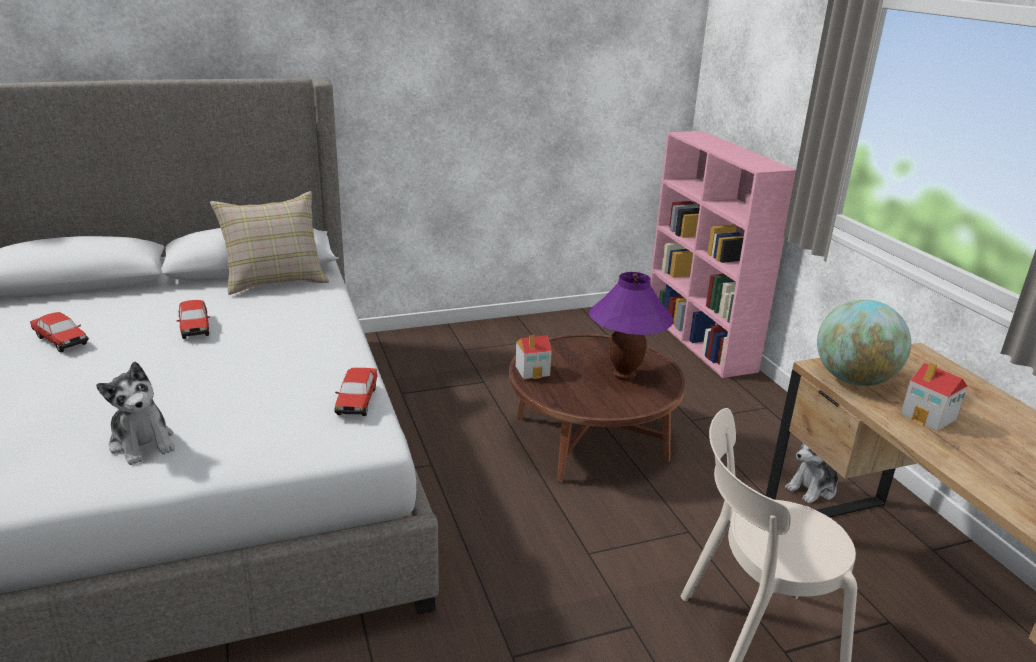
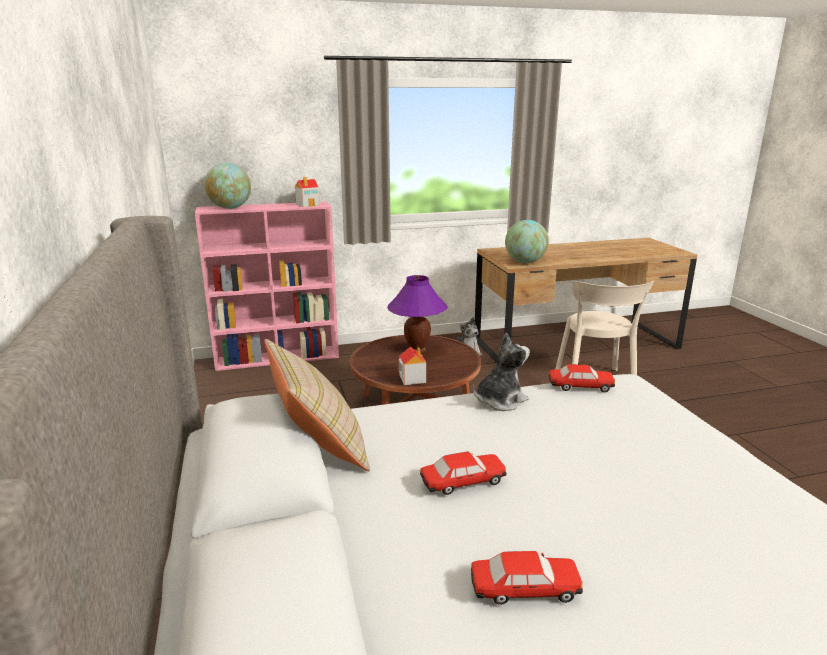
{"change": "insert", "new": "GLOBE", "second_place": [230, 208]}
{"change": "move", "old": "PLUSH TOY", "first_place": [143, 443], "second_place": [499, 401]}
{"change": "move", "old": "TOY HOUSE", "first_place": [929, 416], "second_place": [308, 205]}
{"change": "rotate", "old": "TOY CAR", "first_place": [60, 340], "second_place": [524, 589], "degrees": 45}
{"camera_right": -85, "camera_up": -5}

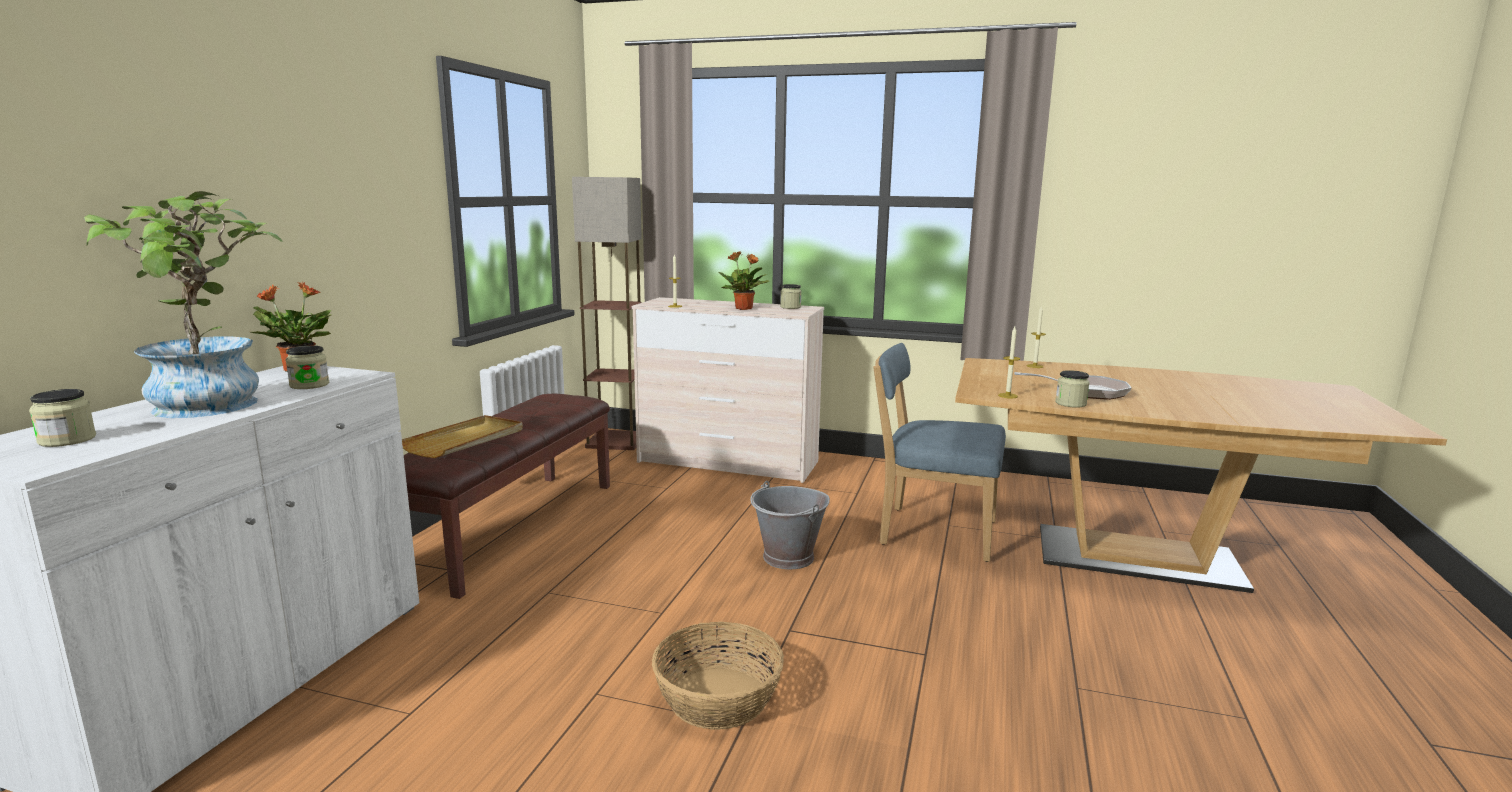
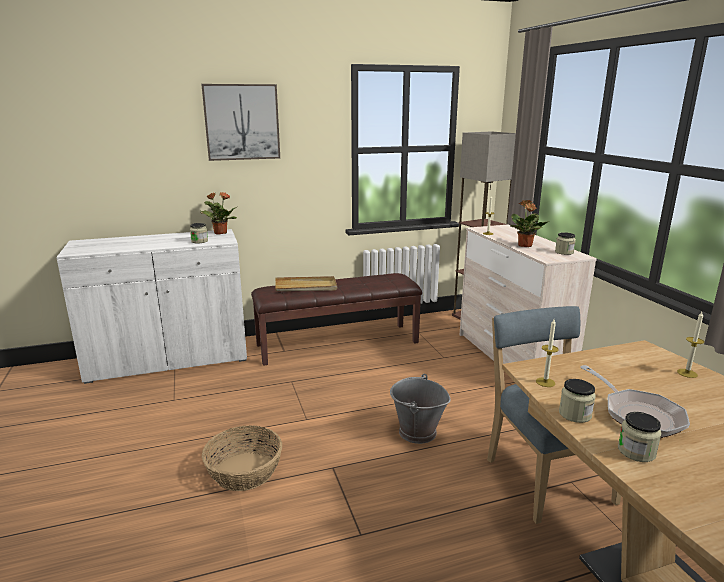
{"change": "delete", "old": "POTTED PLANT", "first_place": [210, 408]}
{"change": "insert", "new": "PICTURE", "second_place": [242, 122]}
{"change": "move", "old": "JAR", "first_place": [67, 440], "second_place": [636, 451]}
{"camera_right": 55, "camera_up": 5}

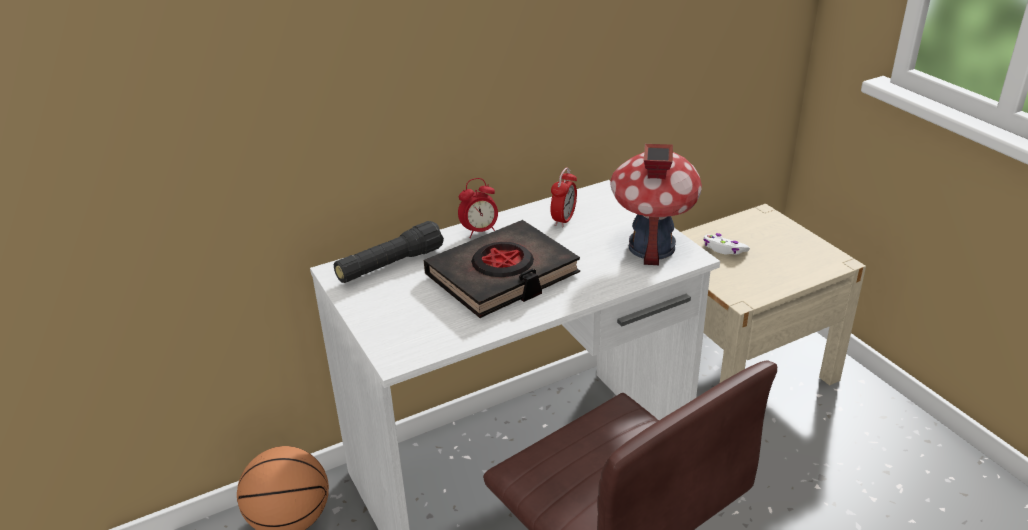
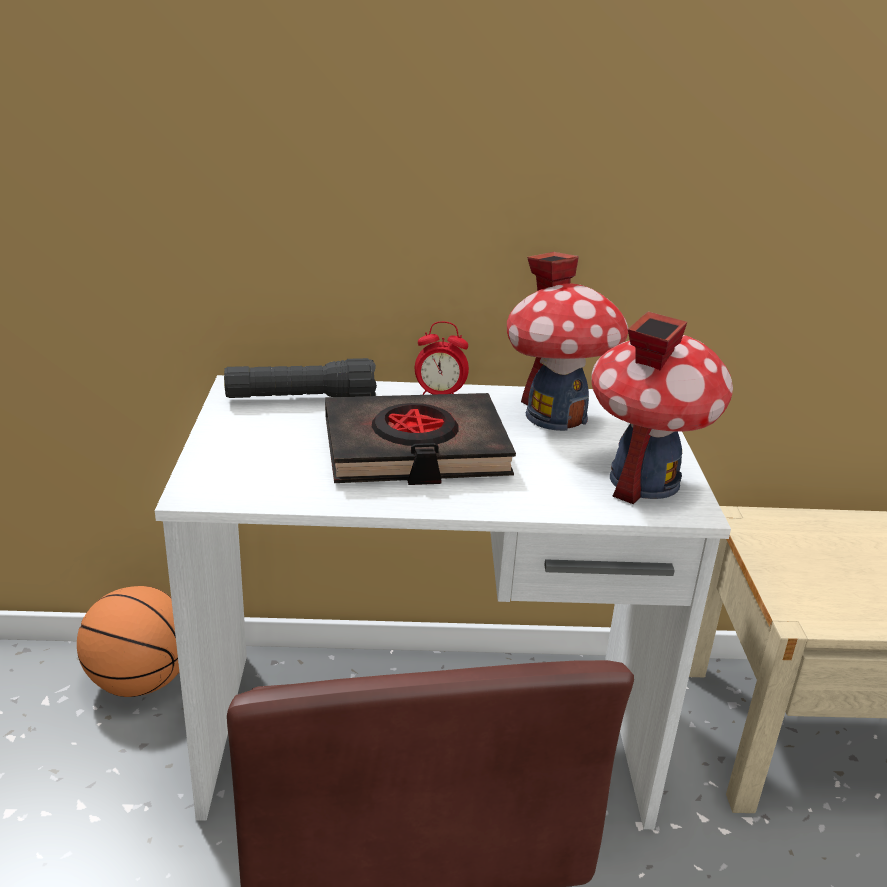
{"change": "delete", "old": "WHITE GAME CONTROLLER", "first_place": [724, 249]}
{"change": "replace", "old": "ALARM CLOCK", "new": "TOY HOUSE", "first_place": [563, 220], "second_place": [556, 415]}
{"camera_right": 25, "camera_up": -5}

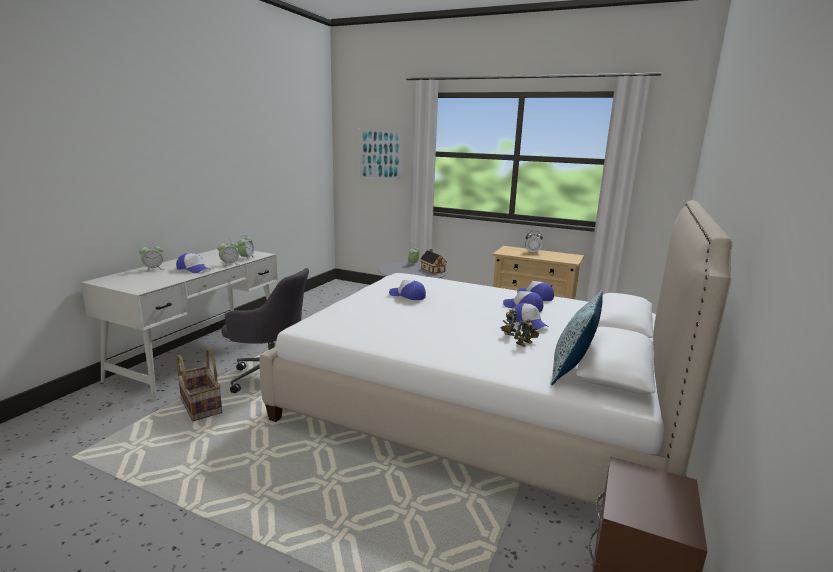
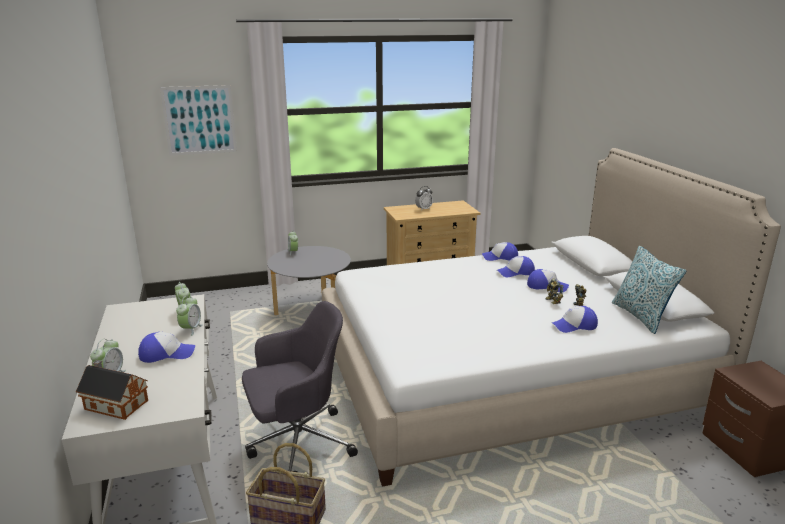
{"change": "move", "old": "CAP", "first_place": [407, 296], "second_place": [574, 326]}
{"change": "move", "old": "TOY HOUSE", "first_place": [432, 269], "second_place": [115, 404]}
{"camera_right": -40, "camera_up": 5}

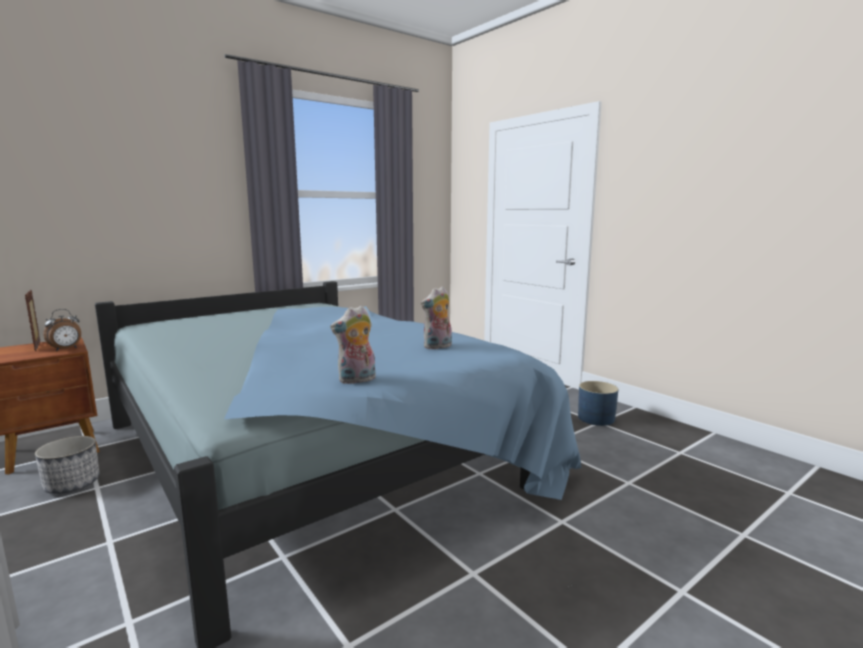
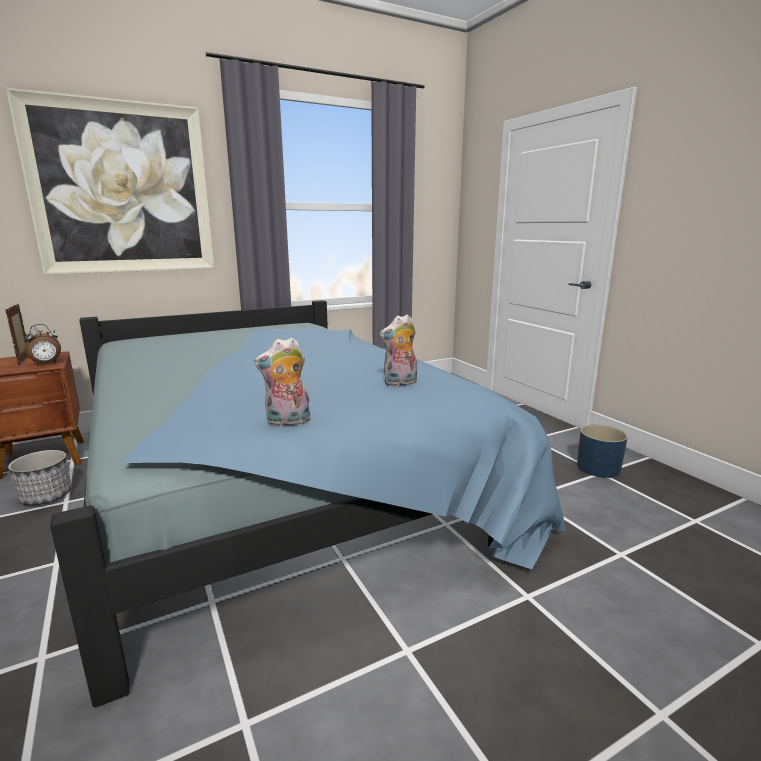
{"change": "insert", "new": "PICTURE", "second_place": [122, 189]}
{"camera_right": 10, "camera_up": 5}

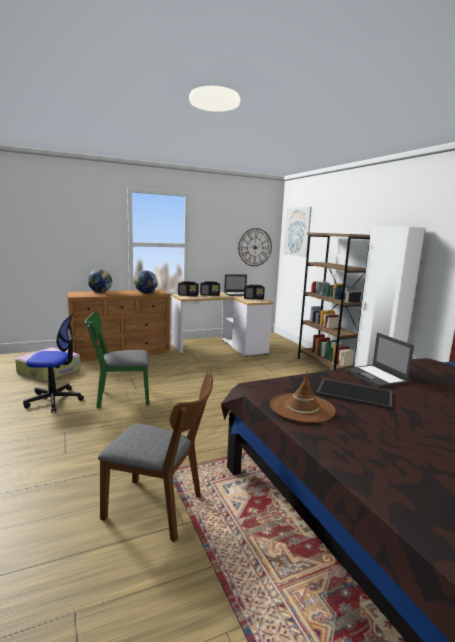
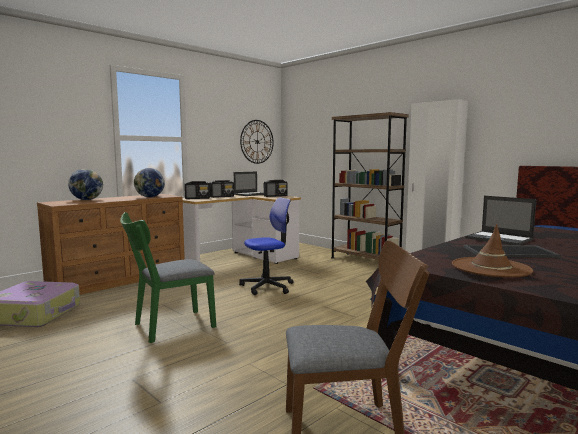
{"change": "delete", "old": "PICTURE", "first_place": [297, 231]}
{"change": "move", "old": "OFFICE CHAIR", "first_place": [54, 400], "second_place": [267, 287]}
{"camera_right": -20, "camera_up": -5}

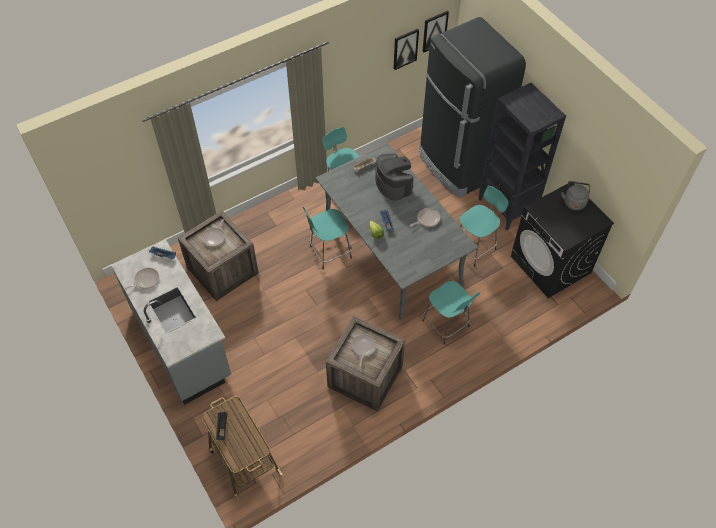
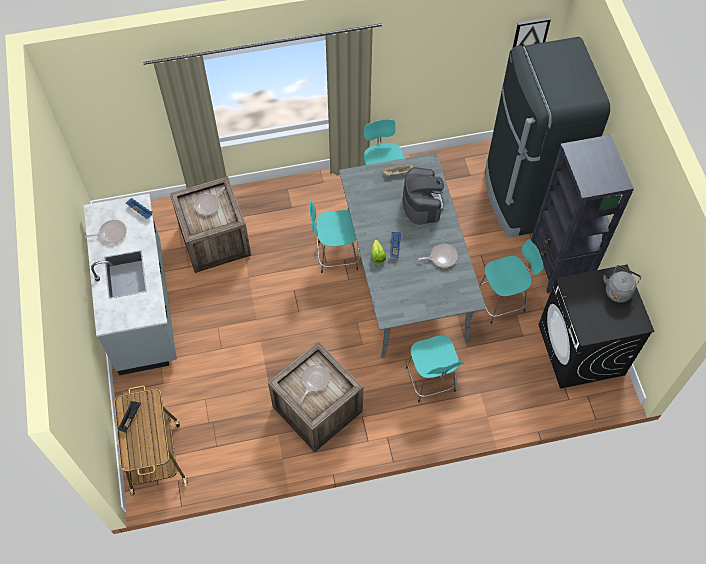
{"change": "delete", "old": "PICTURE", "first_place": [405, 48]}
{"camera_right": 20, "camera_up": 5}

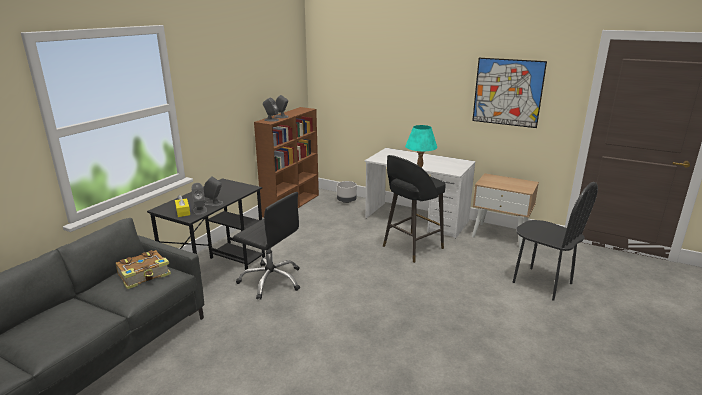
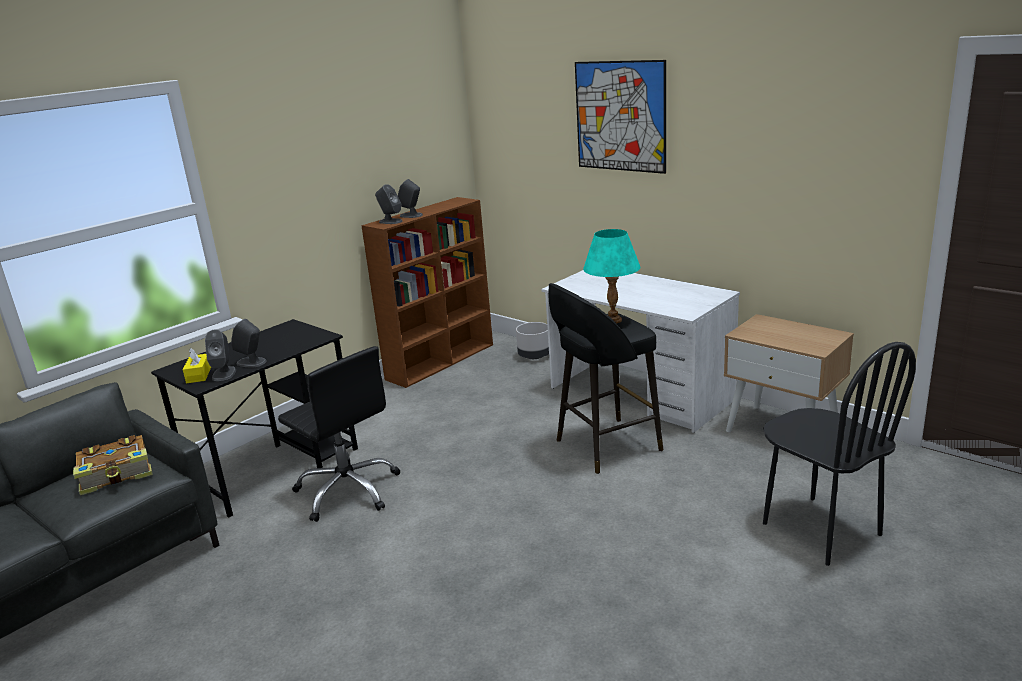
{"change": "move", "old": "PICTURE", "first_place": [507, 92], "second_place": [620, 116]}
{"camera_right": 15, "camera_up": 0}

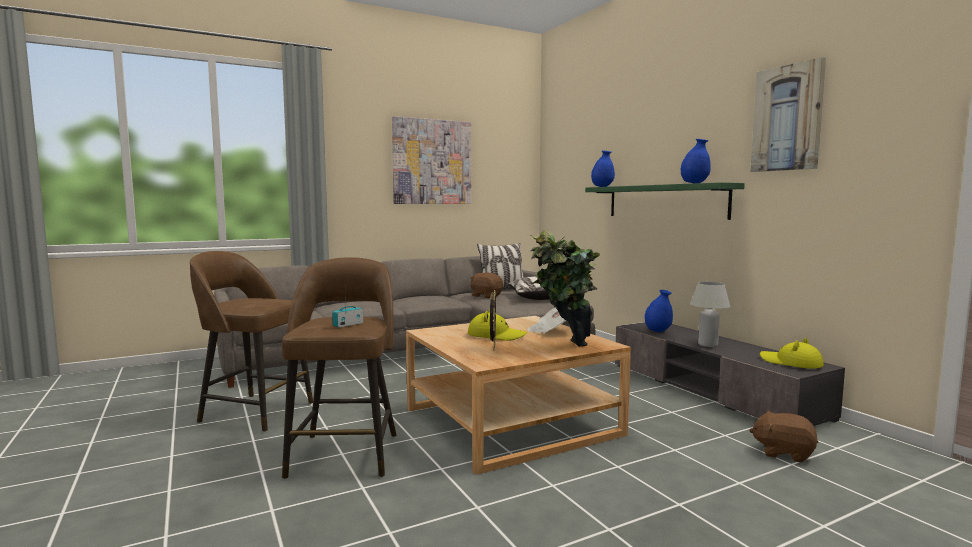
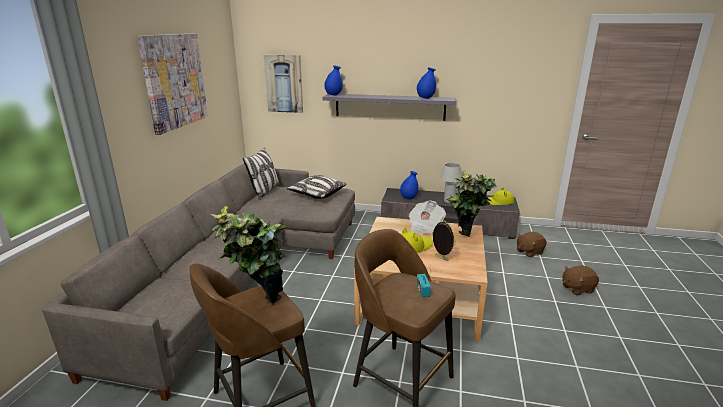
{"change": "insert", "new": "POTTED PLANT", "second_place": [259, 308]}
{"change": "move", "old": "BROWN PLUSH TOY", "first_place": [486, 296], "second_place": [577, 288]}
{"change": "move", "old": "PICTURE", "first_place": [787, 118], "second_place": [284, 83]}
{"change": "recolor", "old": "GREEN SHELF", "new": "GREY SHELF", "first_place": [664, 201], "second_place": [389, 106]}
{"camera_right": -50, "camera_up": 15}

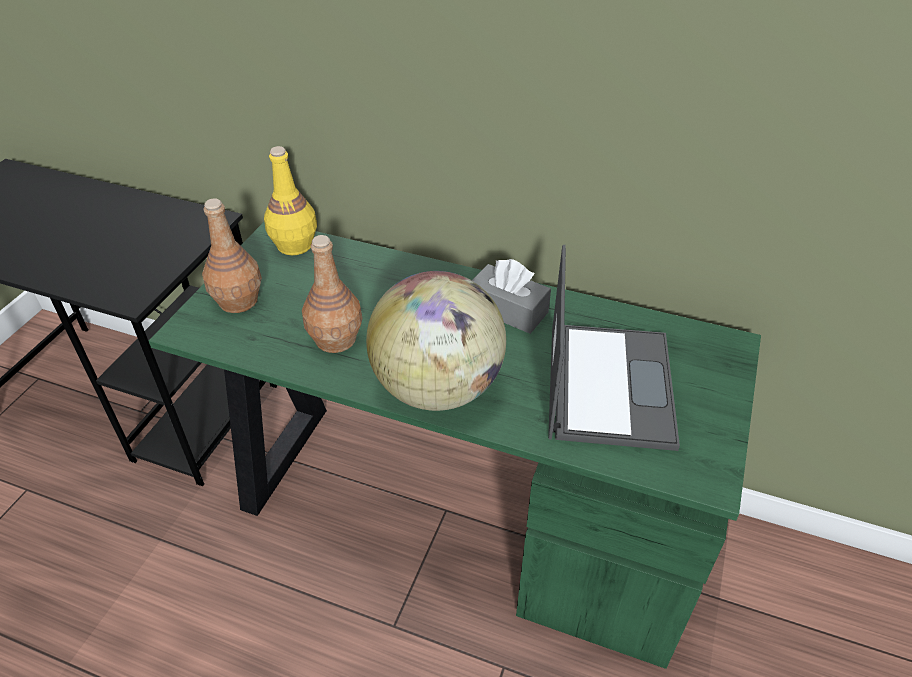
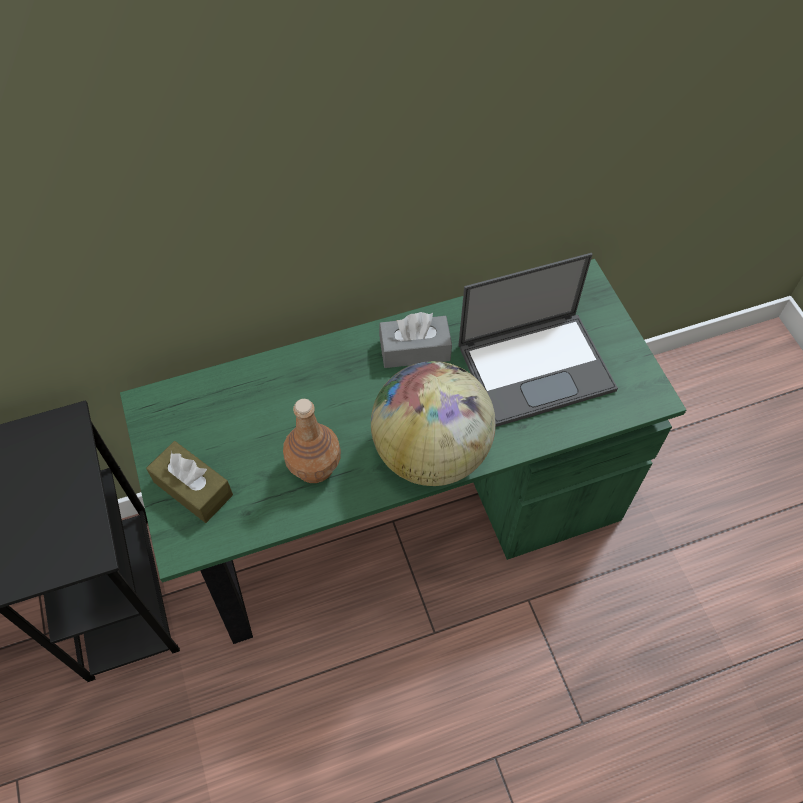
{"change": "delete", "old": "YELLOW BOTTLE", "first_place": [294, 245]}
{"change": "replace", "old": "BROWN BOTTLE", "new": "BROWN TISSUE BOX", "first_place": [237, 300], "second_place": [193, 488]}
{"change": "rotate", "old": "LAPTOP", "first_place": [608, 383], "second_place": [537, 366], "degrees": 105}
{"camera_right": -40, "camera_up": 15}

